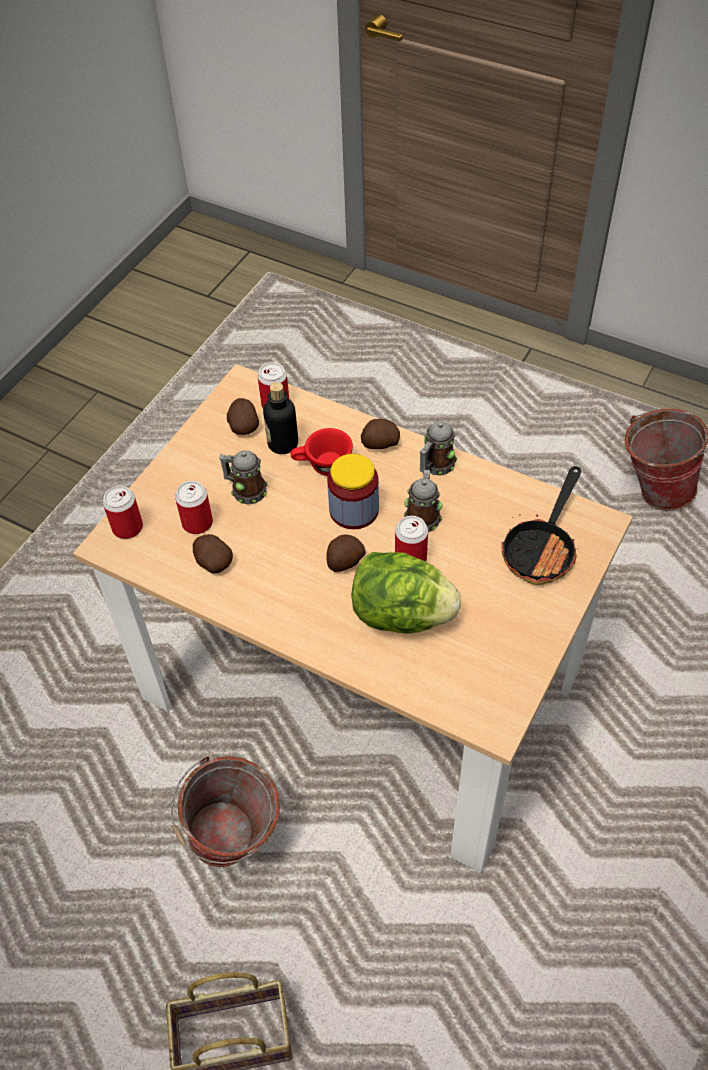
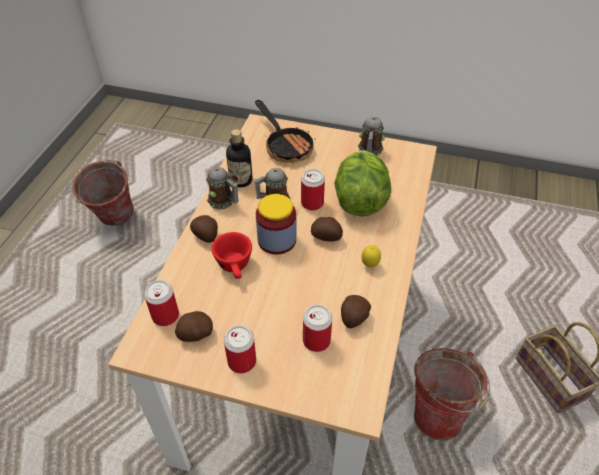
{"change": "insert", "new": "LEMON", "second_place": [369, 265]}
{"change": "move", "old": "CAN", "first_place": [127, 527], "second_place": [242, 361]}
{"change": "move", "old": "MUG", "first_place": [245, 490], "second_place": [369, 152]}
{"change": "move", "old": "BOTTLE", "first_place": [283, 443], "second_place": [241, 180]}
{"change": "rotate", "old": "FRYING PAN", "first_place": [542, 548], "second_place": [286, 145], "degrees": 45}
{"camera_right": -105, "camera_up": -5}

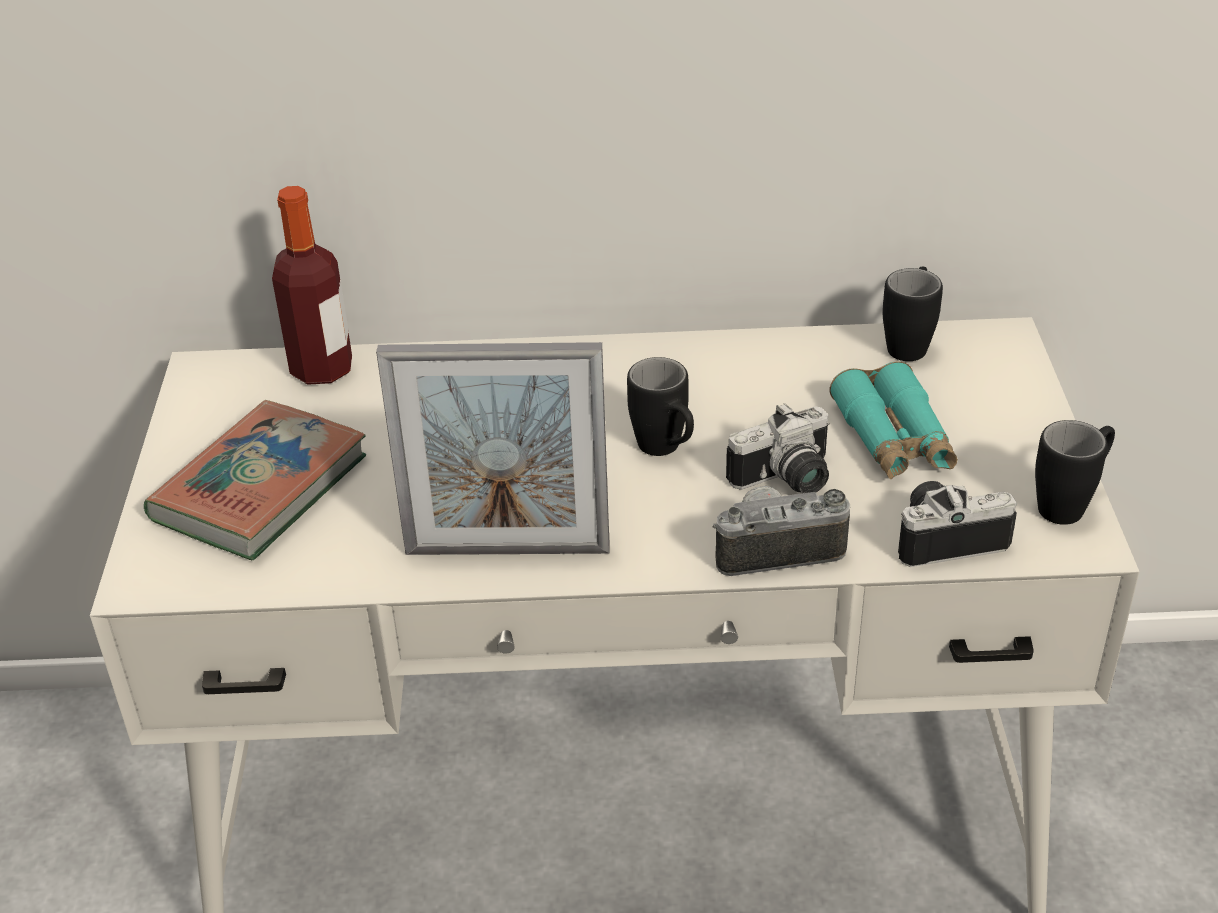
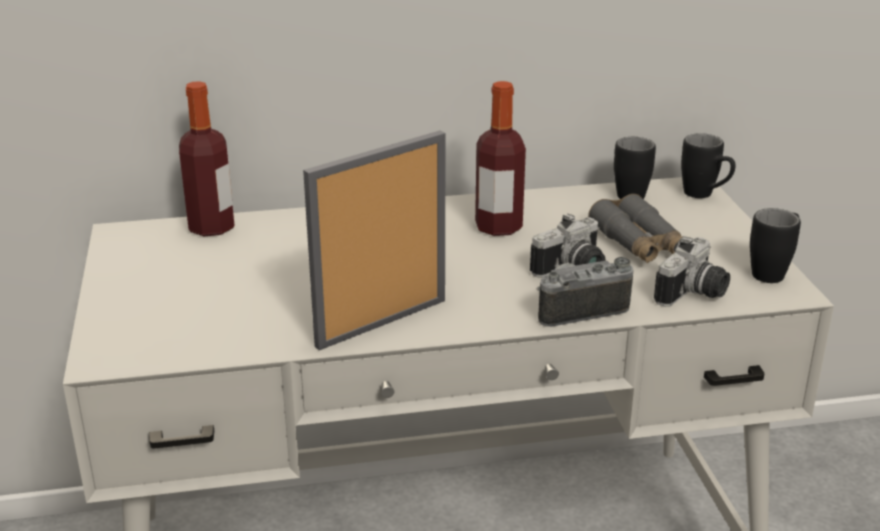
{"change": "delete", "old": "BOOK", "first_place": [260, 489]}
{"change": "insert", "new": "BOTTLE", "second_place": [498, 227]}
{"change": "move", "old": "BLACK MUG", "first_place": [666, 451], "second_place": [705, 195]}
{"change": "recolor", "old": "TURQUOISE BINOCULARS", "new": "GREY BINOCULARS", "first_place": [893, 439], "second_place": [639, 244]}
{"change": "rotate", "old": "PICTURE FRAME", "first_place": [507, 550], "second_place": [381, 323], "degrees": 150}
{"change": "rotate", "old": "PHOTO CAMERA", "first_place": [945, 536], "second_place": [694, 294], "degrees": 150}
{"camera_right": -10, "camera_up": -10}

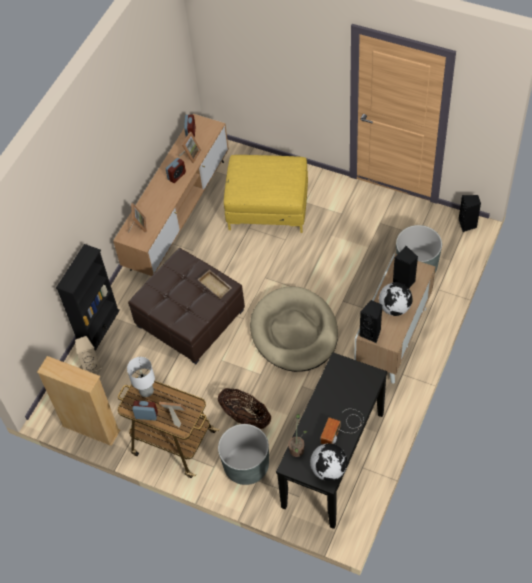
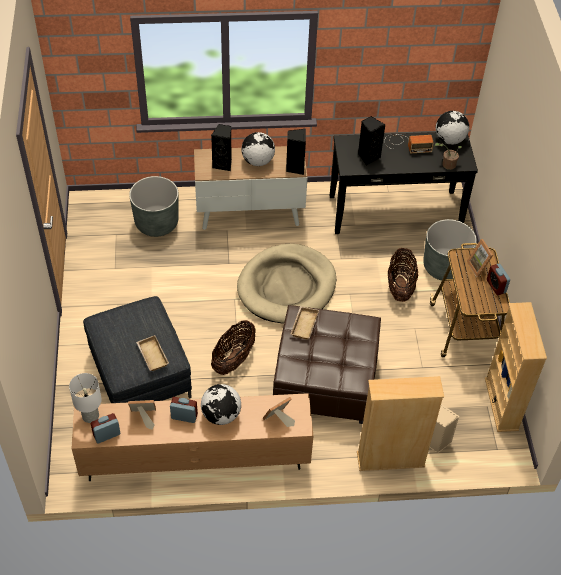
{"change": "insert", "new": "BEIGE TRAY", "second_place": [151, 355]}
{"change": "insert", "new": "GLOBE", "second_place": [221, 415]}
{"change": "insert", "new": "BASKET", "second_place": [233, 359]}
{"change": "move", "old": "WHITE TABLE LAMP", "first_place": [146, 390], "second_place": [90, 415]}
{"change": "move", "old": "BLACK SPEAKER", "first_place": [467, 225], "second_place": [368, 157]}
{"change": "recolor", "old": "BLACK BOOKCASE", "new": "BEIGE BOOKCASE", "first_place": [99, 328], "second_place": [390, 460]}
{"change": "recolor", "old": "YELLOW OTTOMAN", "new": "GREY OTTOMAN", "first_place": [267, 207], "second_place": [141, 374]}
{"camera_right": -125, "camera_up": -5}

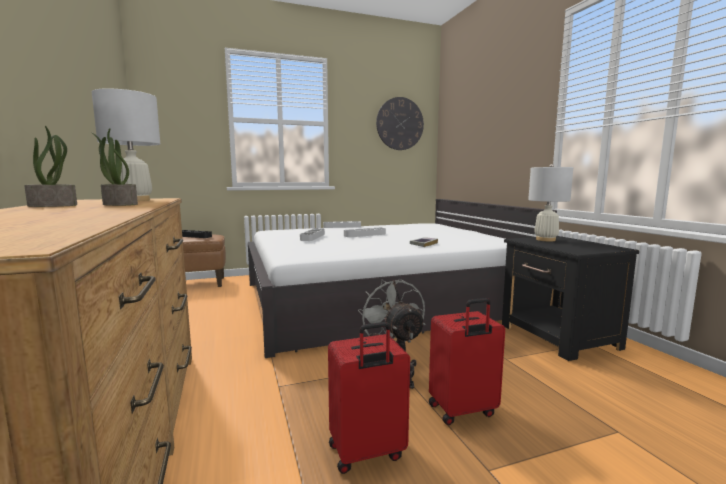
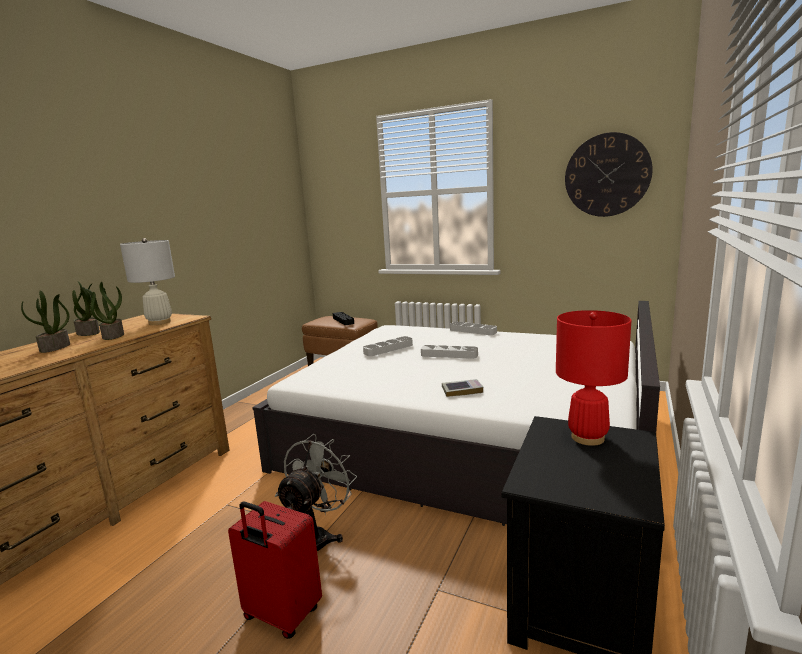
{"change": "delete", "old": "RED SUITCASE", "first_place": [367, 453]}
{"change": "insert", "new": "POTTED PLANT", "second_place": [55, 348]}
{"change": "recolor", "old": "WHITE TABLE LAMP", "new": "RED TABLE LAMP", "first_place": [546, 240], "second_place": [587, 438]}
{"camera_right": 45, "camera_up": 5}

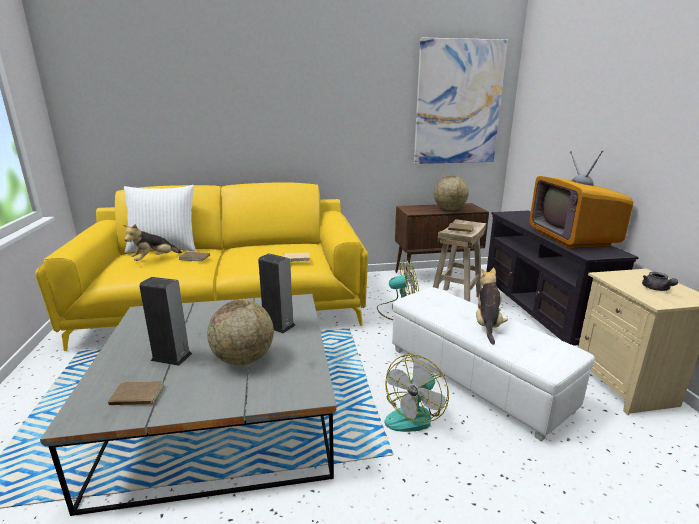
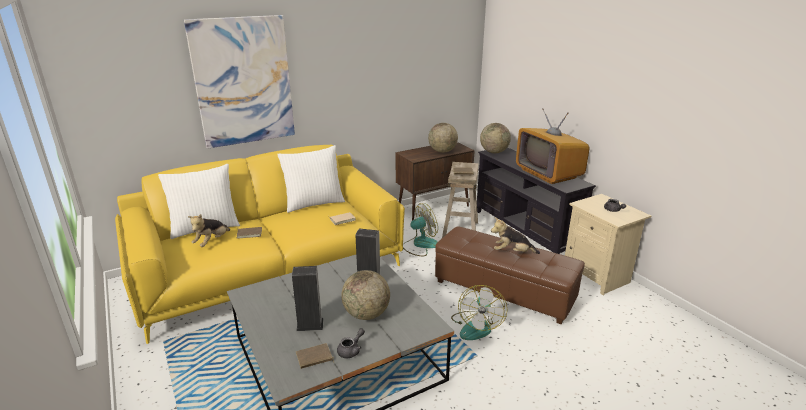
{"change": "insert", "new": "WHITE PILLOW", "second_place": [314, 203]}
{"change": "insert", "new": "GREY TEAPOT", "second_place": [351, 350]}
{"change": "insert", "new": "GLOBE", "second_place": [494, 152]}
{"change": "move", "old": "PICTURE", "first_place": [458, 103], "second_place": [243, 82]}
{"change": "recolor", "old": "WHITE OTTOMAN", "new": "BROWN OTTOMAN", "first_place": [476, 378], "second_place": [504, 290]}
{"change": "rotate", "old": "PLUSH TOY", "first_place": [487, 325], "second_place": [512, 252], "degrees": -75}
{"camera_right": -20, "camera_up": 5}

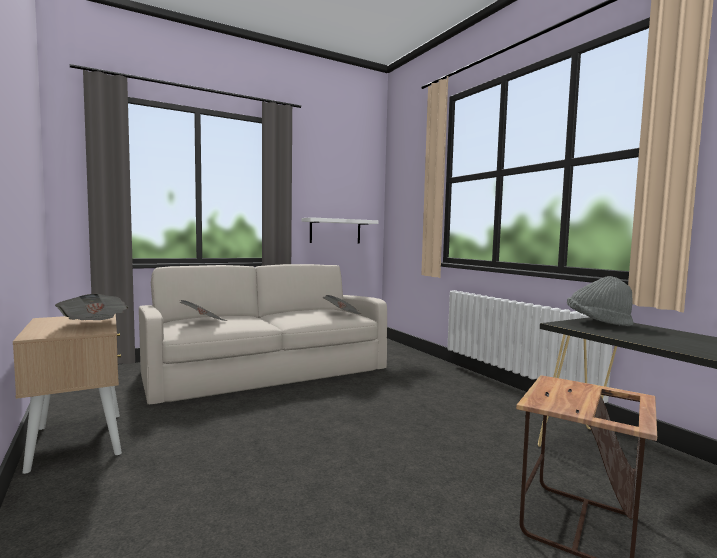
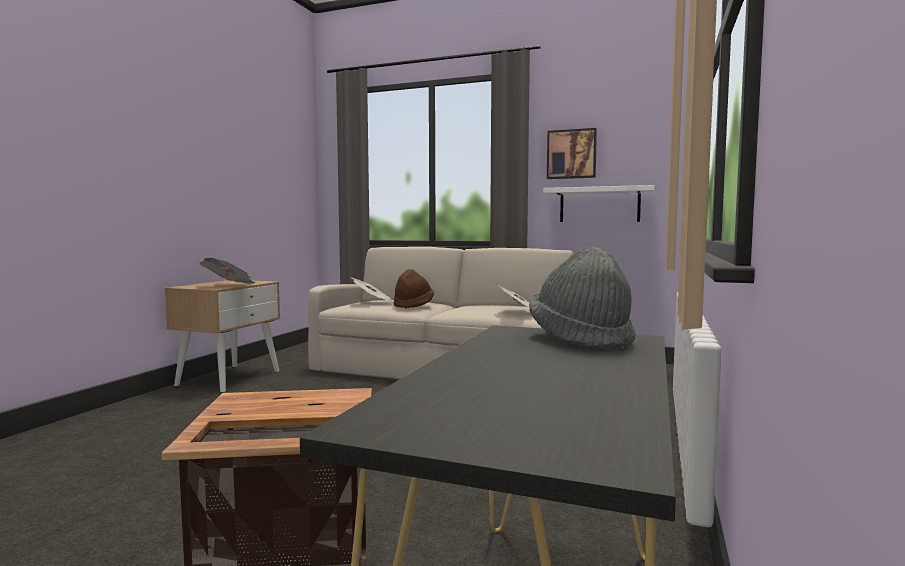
{"change": "insert", "new": "BROWN HAT", "second_place": [413, 305]}
{"change": "insert", "new": "PICTURE", "second_place": [571, 154]}
{"camera_right": 50, "camera_up": 0}

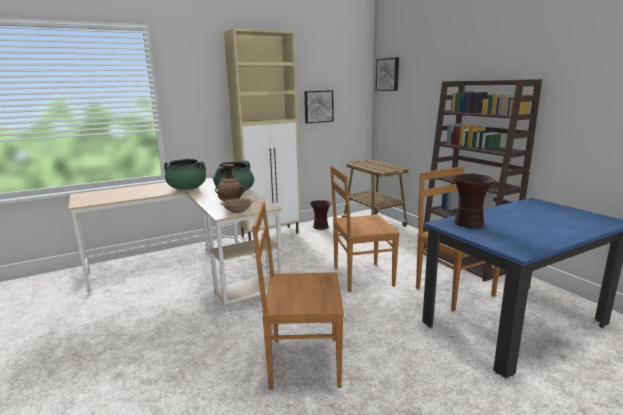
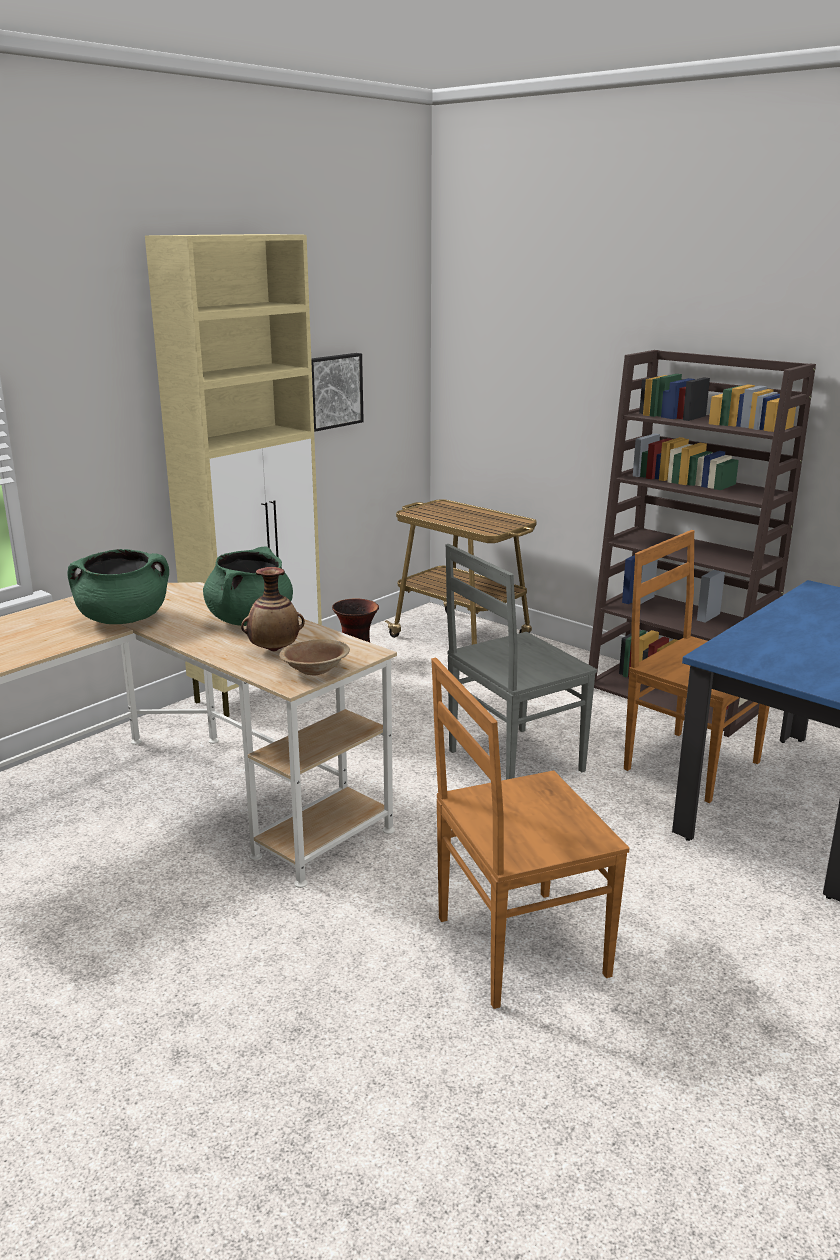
{"change": "delete", "old": "PICTURE", "first_place": [388, 74]}
{"change": "delete", "old": "VASE", "first_place": [469, 223]}
{"change": "recolor", "old": "BROWN CHAIR", "new": "GREY CHAIR", "first_place": [361, 277], "second_place": [512, 761]}
{"camera_right": -20, "camera_up": 5}

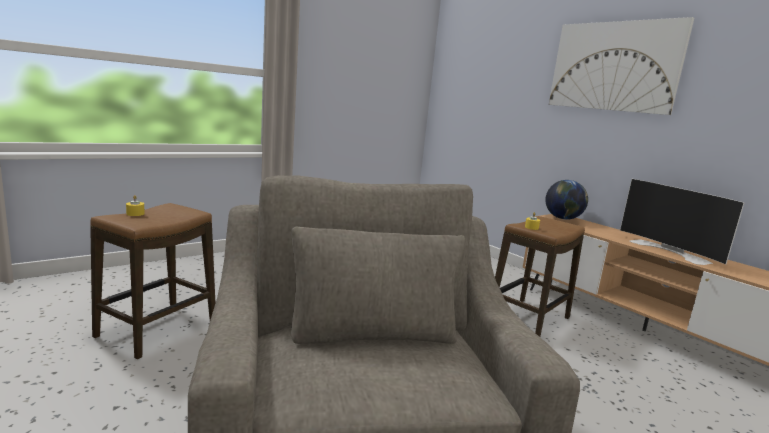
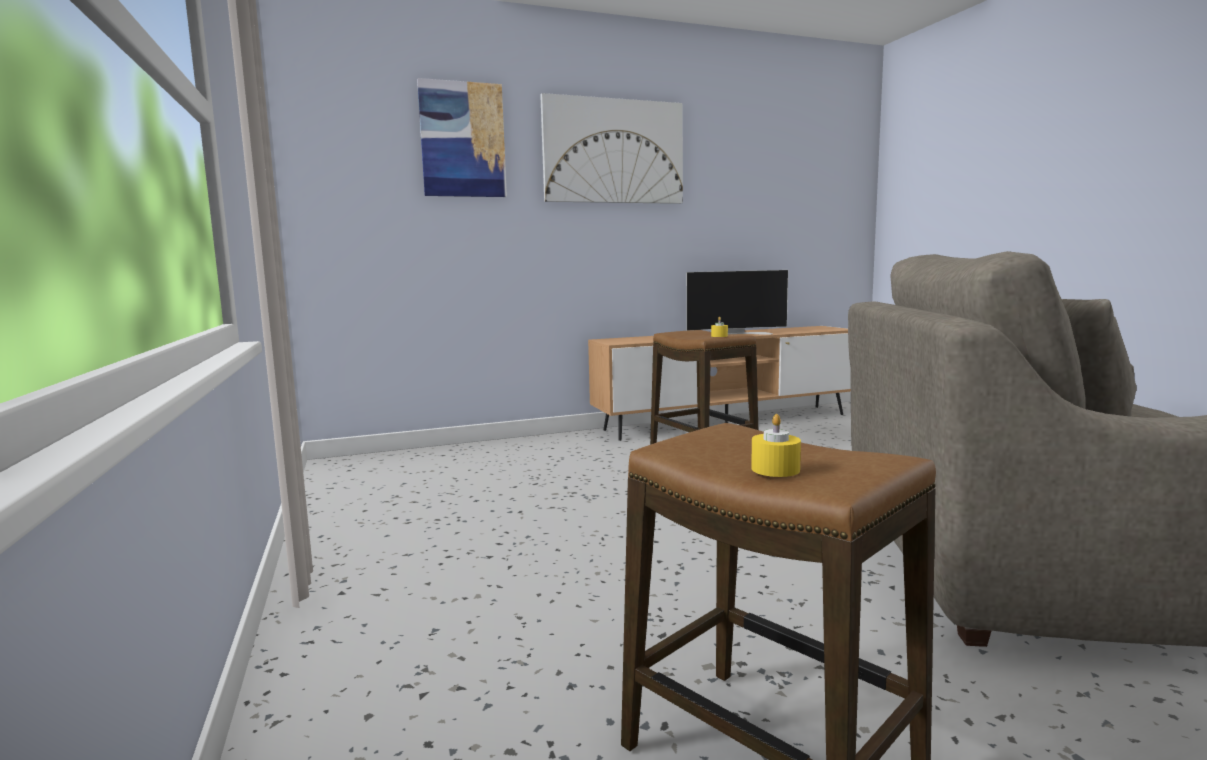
{"change": "delete", "old": "GLOBE", "first_place": [563, 218]}
{"change": "insert", "new": "PICTURE", "second_place": [463, 140]}
{"camera_right": -70, "camera_up": -5}

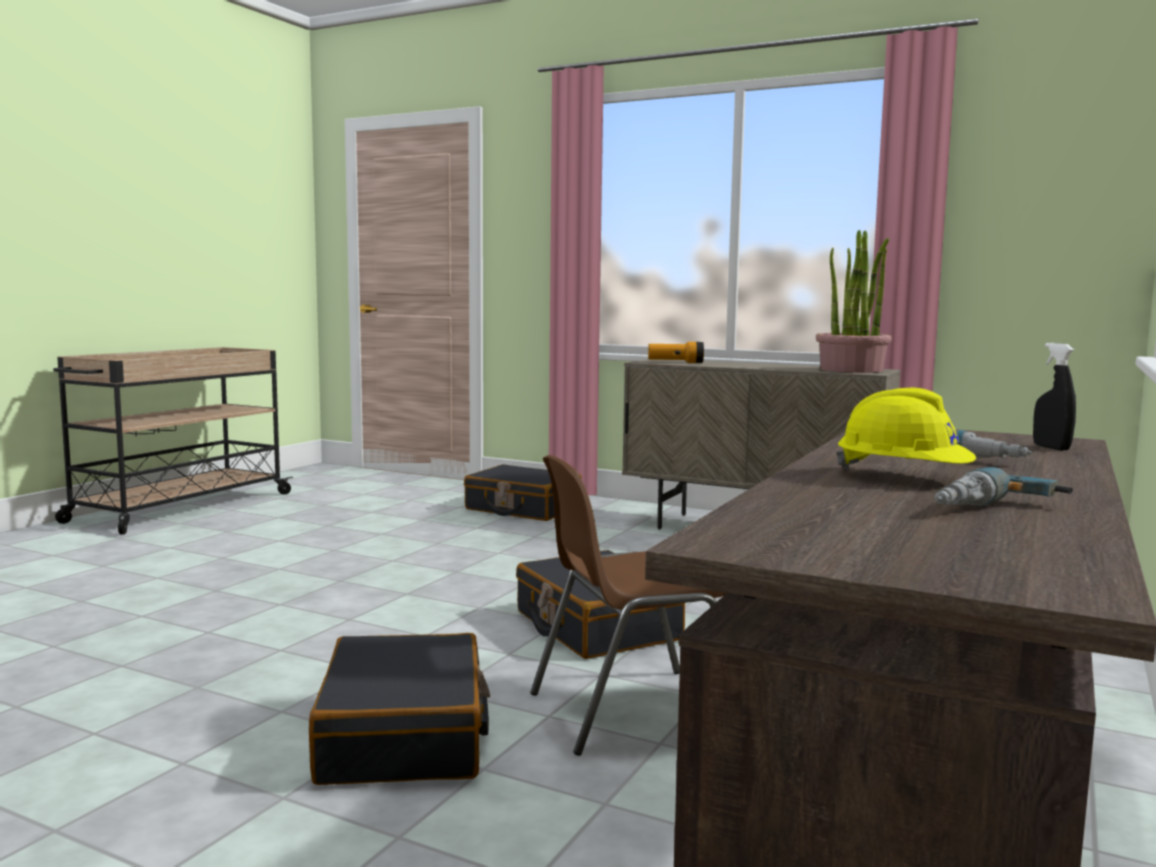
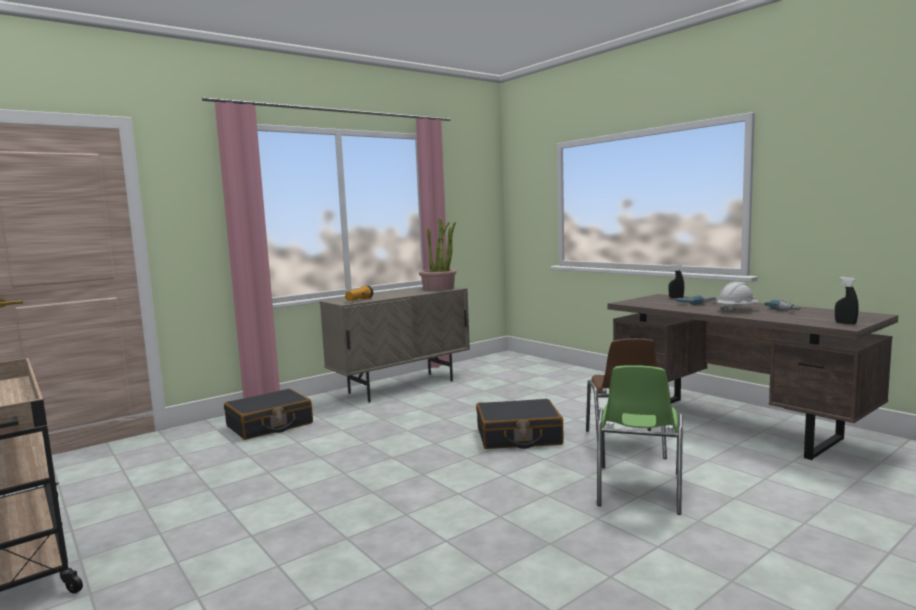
{"change": "insert", "new": "BLACK SPRAY BOTTLE", "second_place": [845, 323]}
{"change": "replace", "old": "BLACK SUITCASE", "new": "GREEN CHAIR", "first_place": [404, 736], "second_place": [638, 490]}
{"change": "recolor", "old": "YELLOW HARD HAT", "new": "WHITE HARD HAT", "first_place": [902, 477], "second_place": [736, 310]}
{"camera_right": -65, "camera_up": 0}

